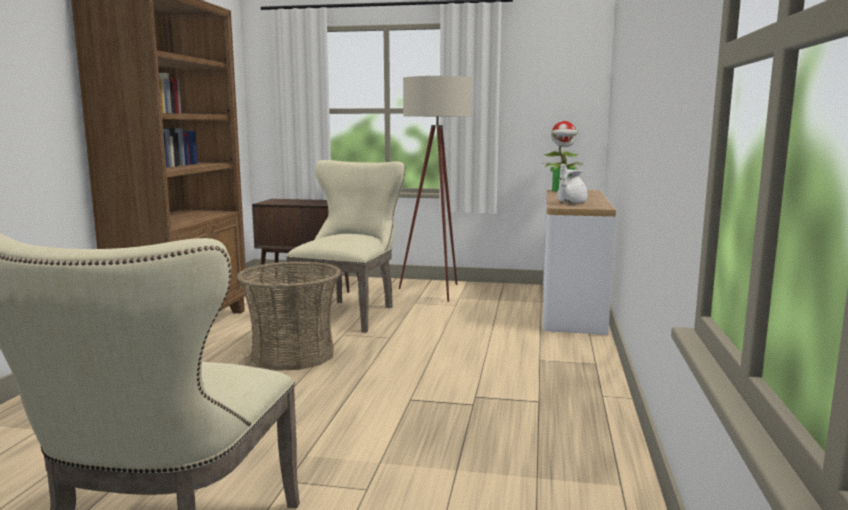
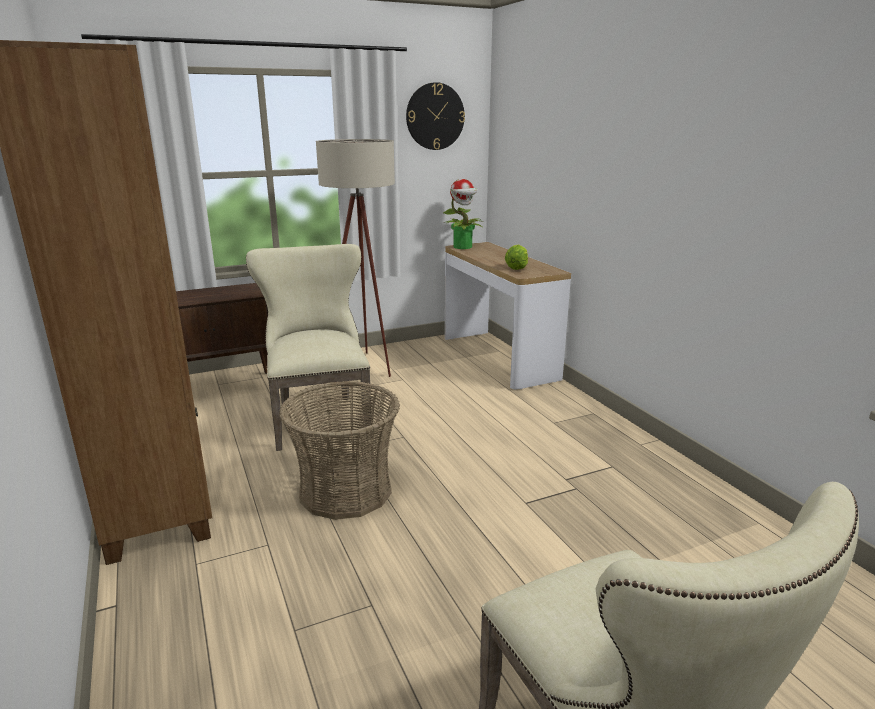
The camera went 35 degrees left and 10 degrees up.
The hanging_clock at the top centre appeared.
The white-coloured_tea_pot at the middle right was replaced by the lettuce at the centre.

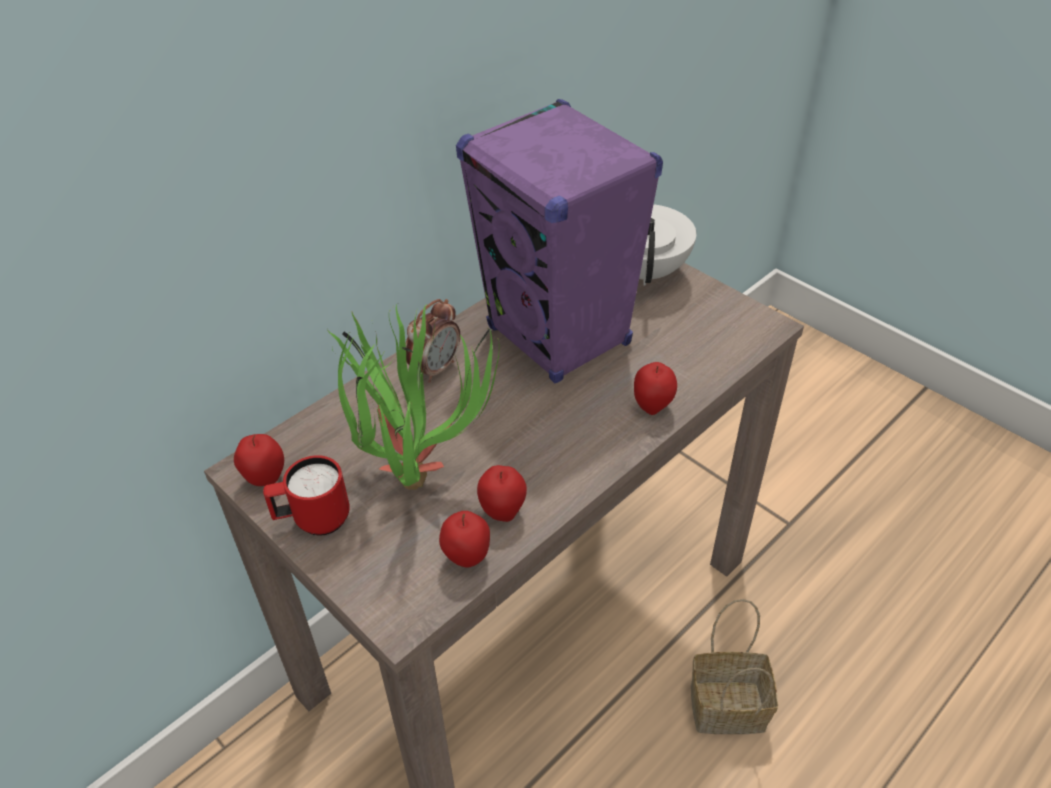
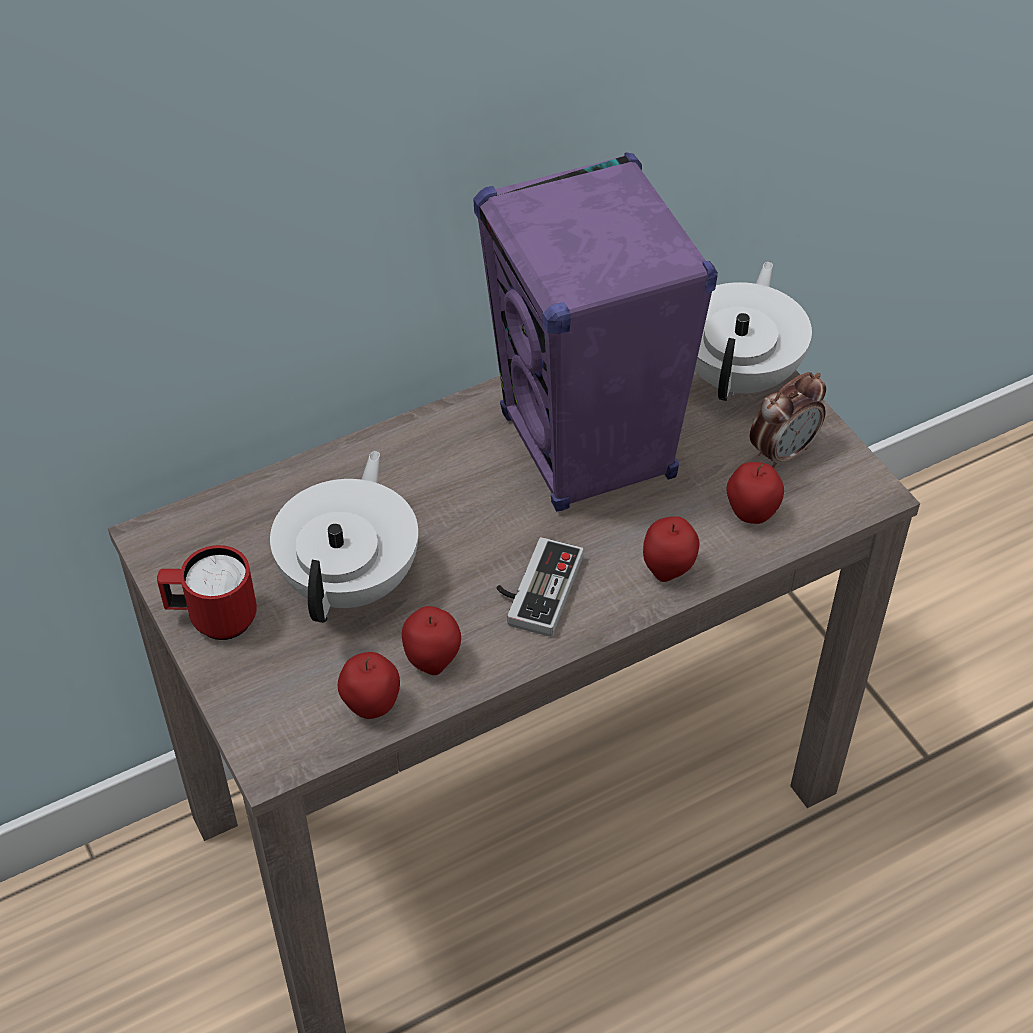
The camera went 15 degrees right and 5 degrees up.
The houseplant at the centre was replaced by the white-coloured_tea_pot (no. 1 from left) at the middle left.
The gamepad at the centre appeared.
The apple_fruit (no. 1 from left in the first image) moved from the middle left to the middle right.
The alarm_clock moved from the centre to the middle right.
The storage_basket at the bottom right disappeared.

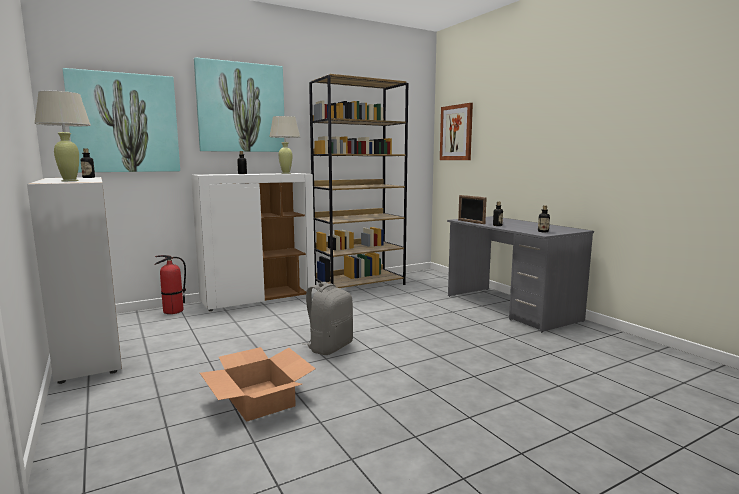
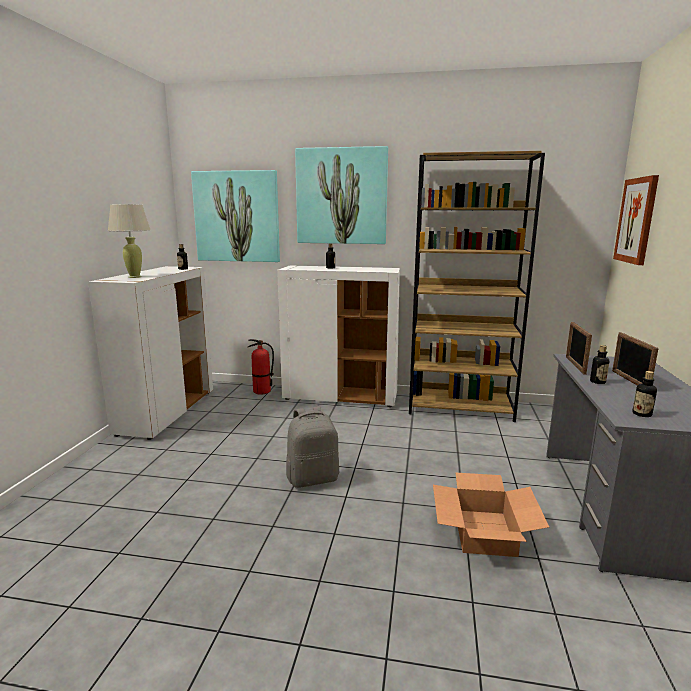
The camera went 40 degrees right and 5 degrees up.
The carton moved from the bottom centre to the bottom right.
The picture_frame (no. 2 from left) at the middle right appeared.
The sand-coloured_tabletop_lamp (no. 2 from left) at the top centre disappeared.

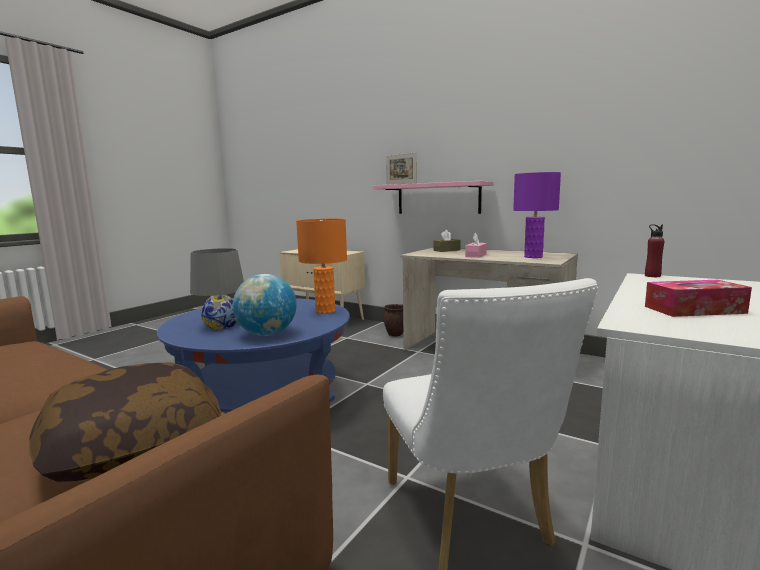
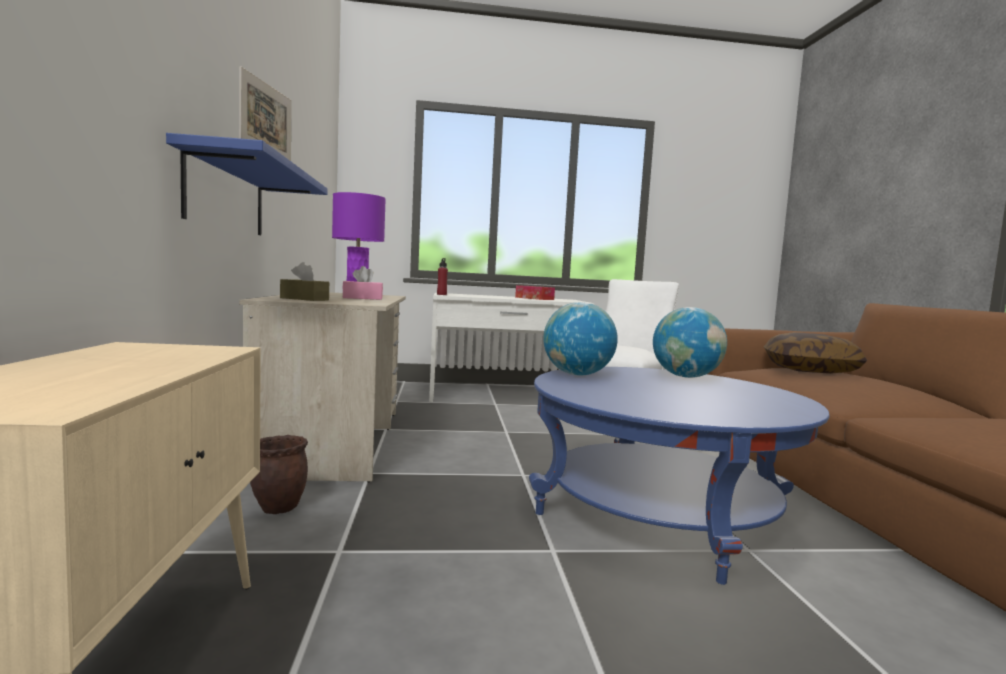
The camera went 130 degrees left and 5 degrees down.
The pink-coloured_bracket_shelf at the centre became the bluish_bracket_shelf at the top left.
The orange-coloured_tabletop_lamp at the centre was replaced by the globe (no. 1 from left) at the centre.
The grey_tabletop_lamp at the middle left disappeared.

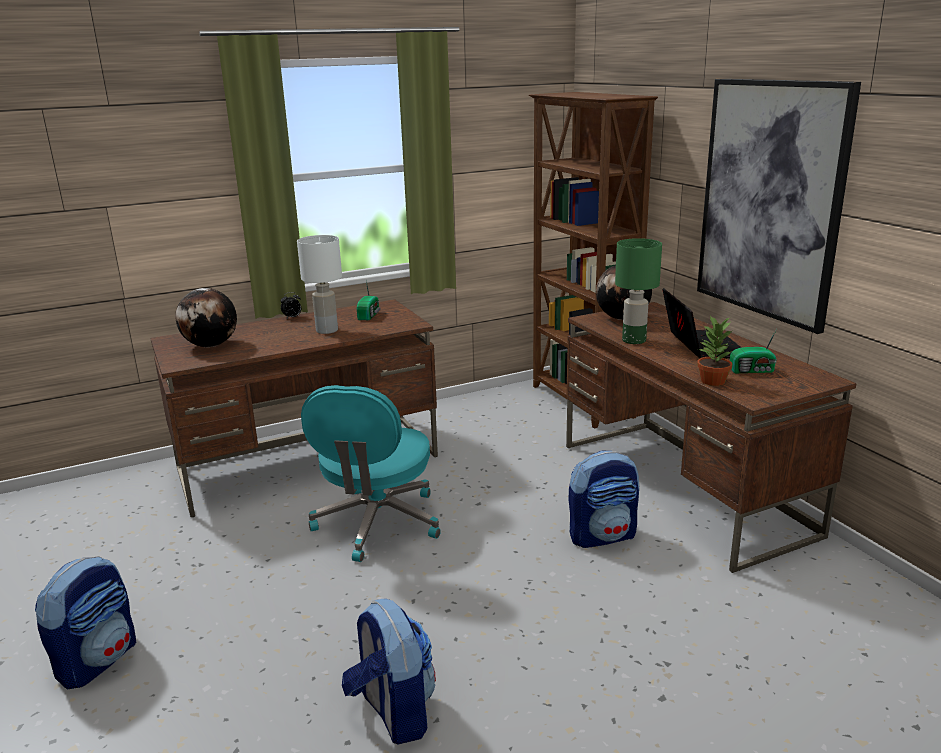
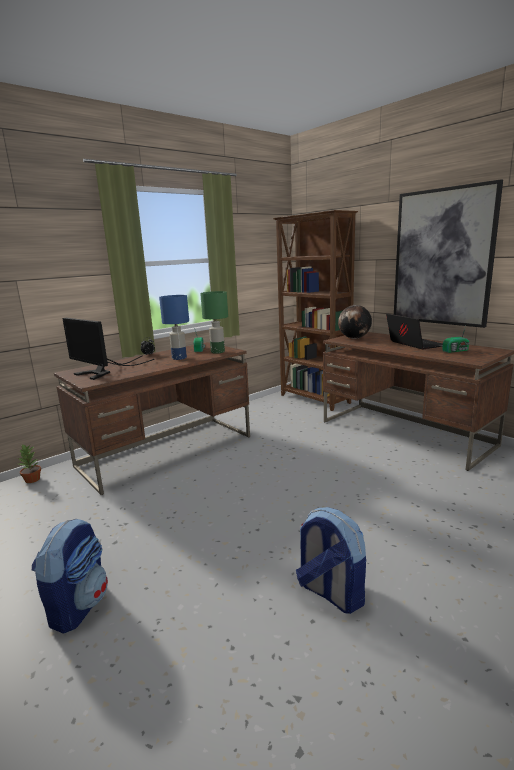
The camera went 15 degrees left and 5 degrees down.
The houseplant moved from the middle right to the middle left.
The globe (no. 1 from left) at the middle left was replaced by the computer_screen at the middle left.
The white-coloured_tabletop_lamp at the centre became the bluish_tabletop_lamp at the centre.
The green-coloured_tabletop_lamp moved from the middle right to the centre.
The turquoise_computer_chair at the centre disappeared.
The knapsack (no. 3 from left) at the centre disappeared.

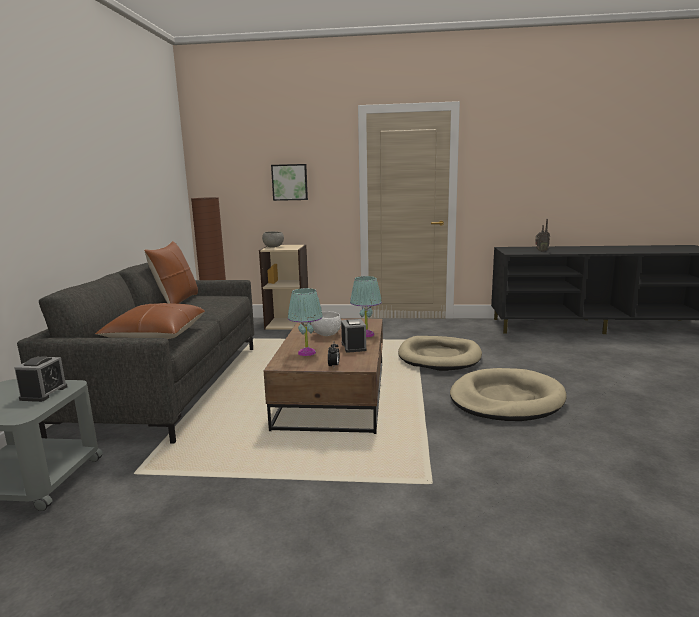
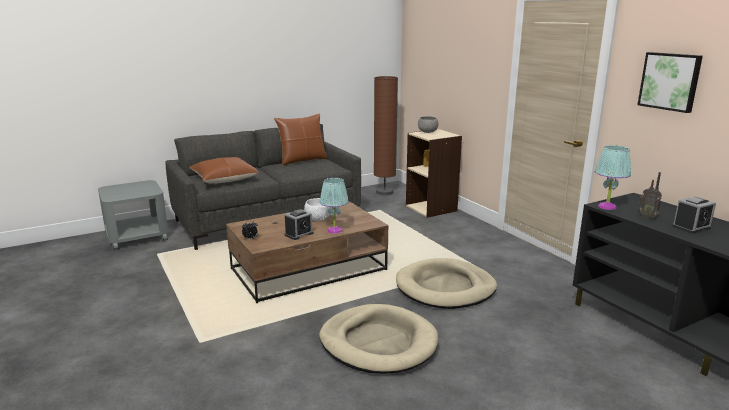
The camera went 55 degrees right and 5 degrees up.
The turquoise_tabletop_lamp (no. 1 from left in the first image) moved from the centre to the middle right.
The wall_art moved from the top centre to the top right.
The alarm_clock (no. 1 from left in the first image) moved from the middle left to the middle right.

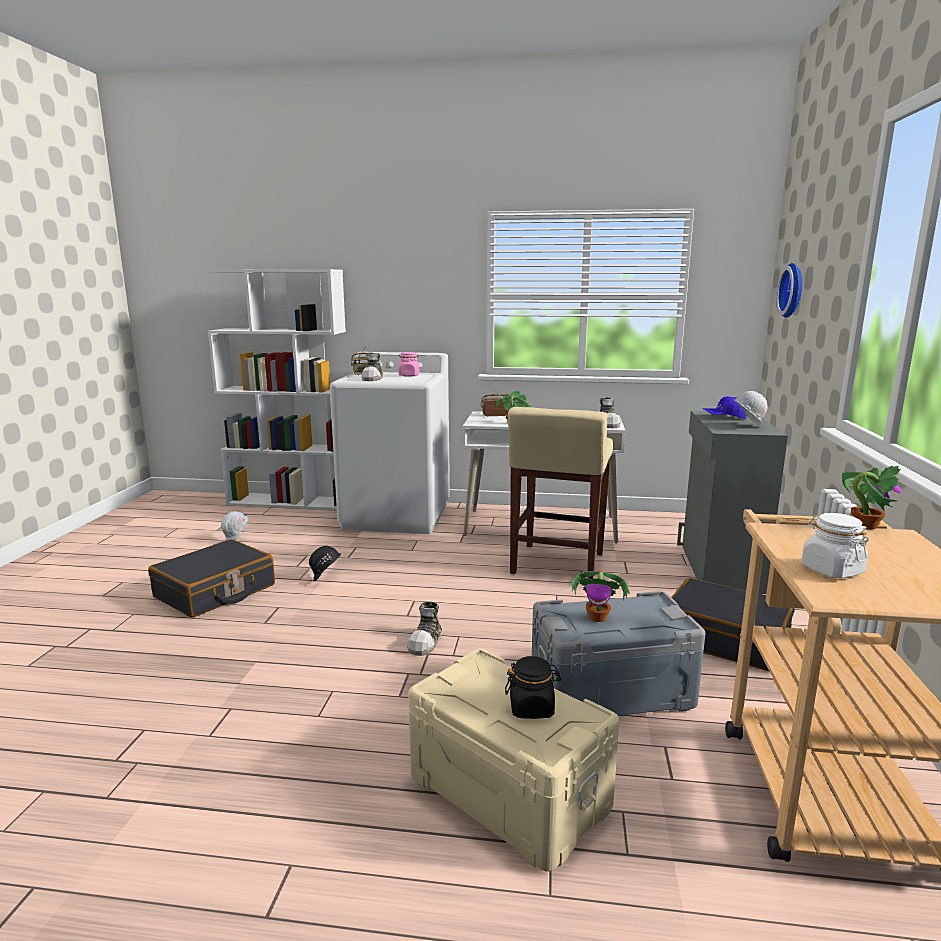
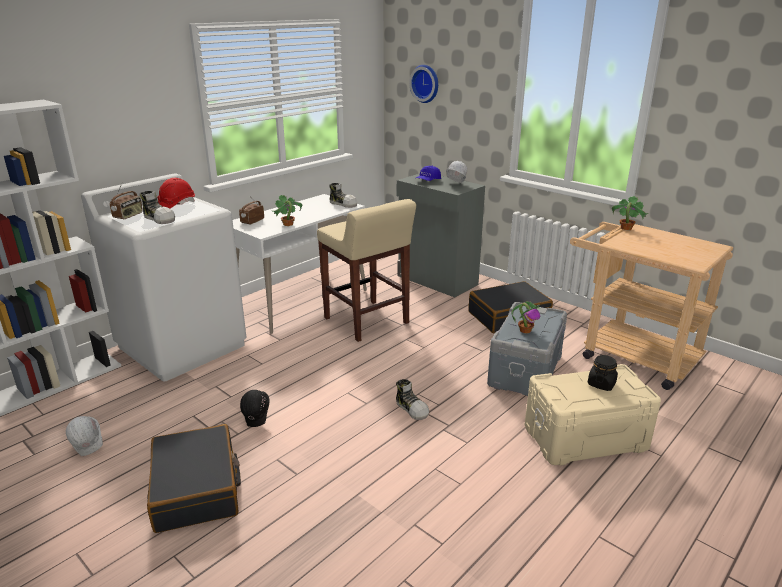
The camera went 55 degrees left and 10 degrees up.
The pink-coloured_jar at the centre was replaced by the red-coloured_safety_helmet at the top left.
The white-coloured_jar at the middle right disappeared.

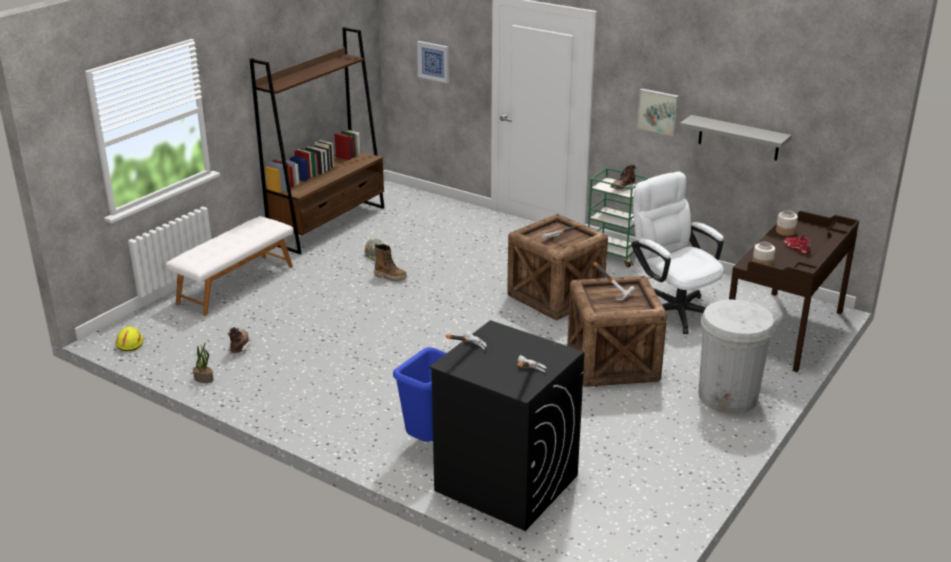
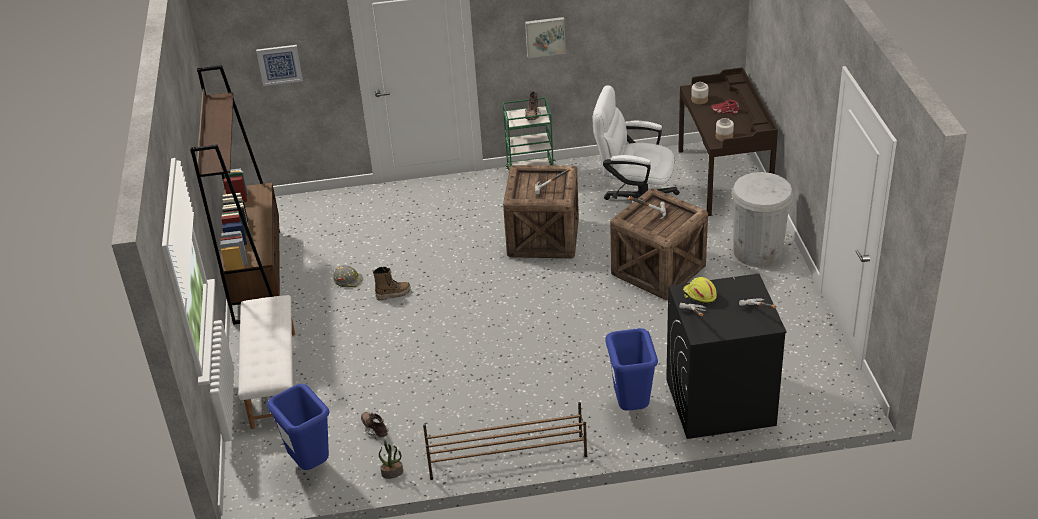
The camera went 40 degrees left and 10 degrees up.
The bluish_waste_bin (no. 1 from left) at the bottom left appeared.
The brownish_shoe_stand at the bottom centre appeared.
The yellowish_safety_helmet moved from the middle left to the middle right.
The grey_bracket_shelf at the top right disappeared.

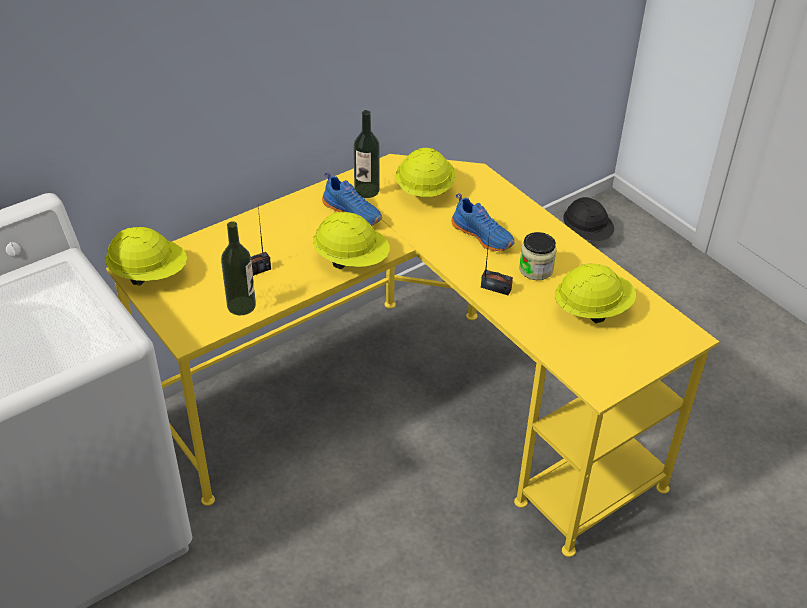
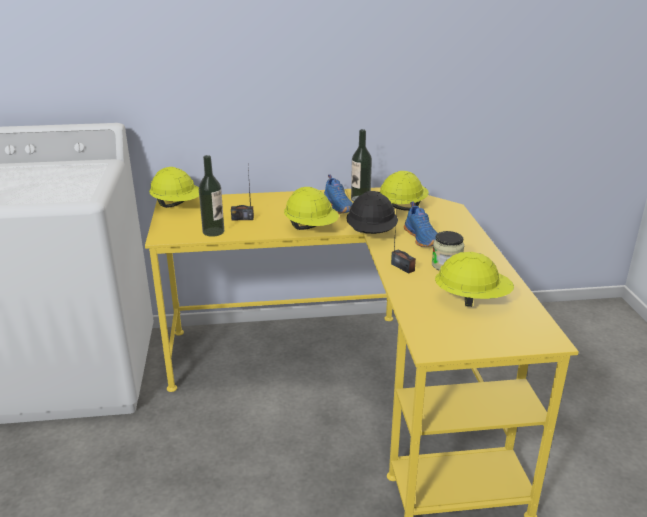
The camera went 30 degrees right and 15 degrees down.
The black_safety_helmet moved from the middle right to the centre.

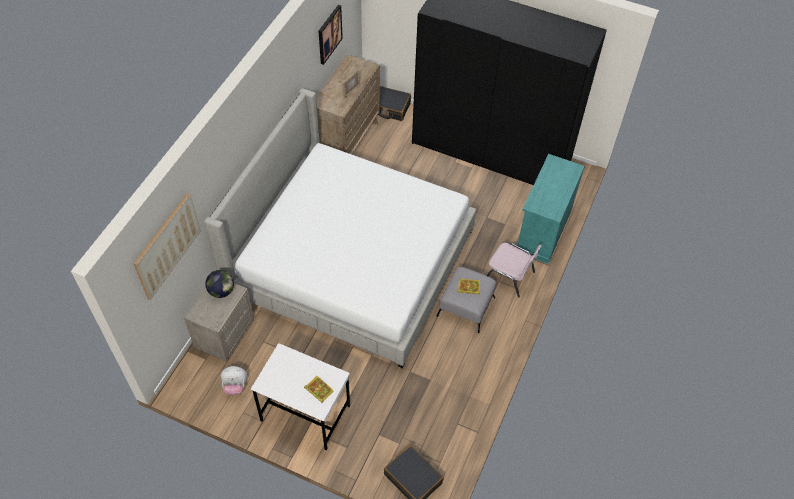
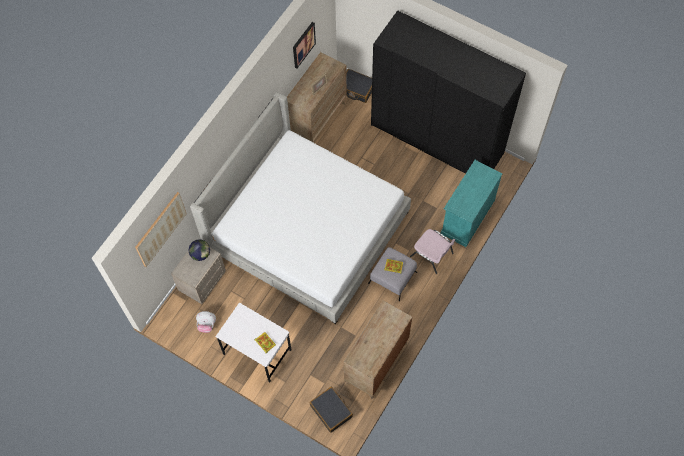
The camera went 10 degrees right and 10 degrees up.
The brownish_drawer_chest (no. 2 from left) at the bottom centre appeared.

